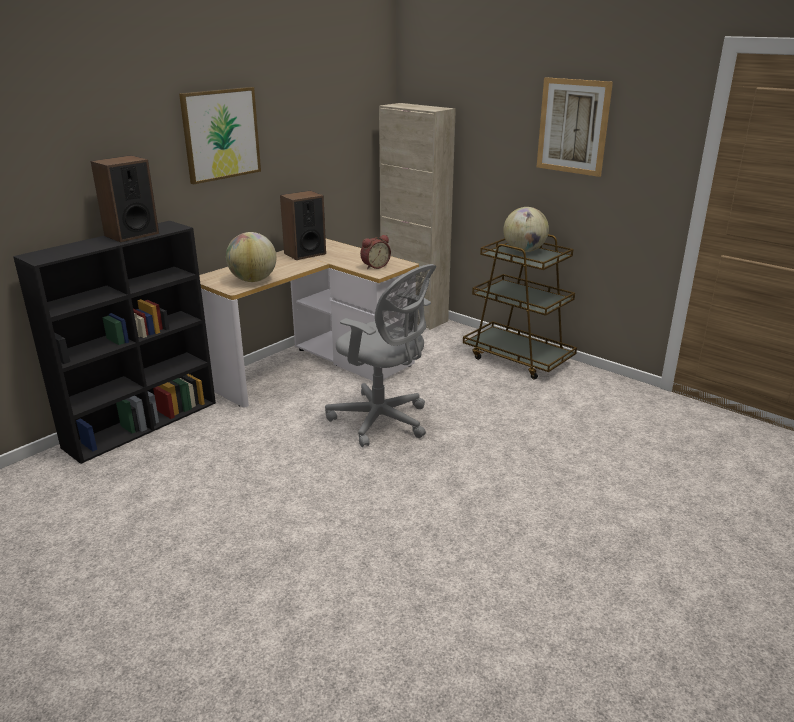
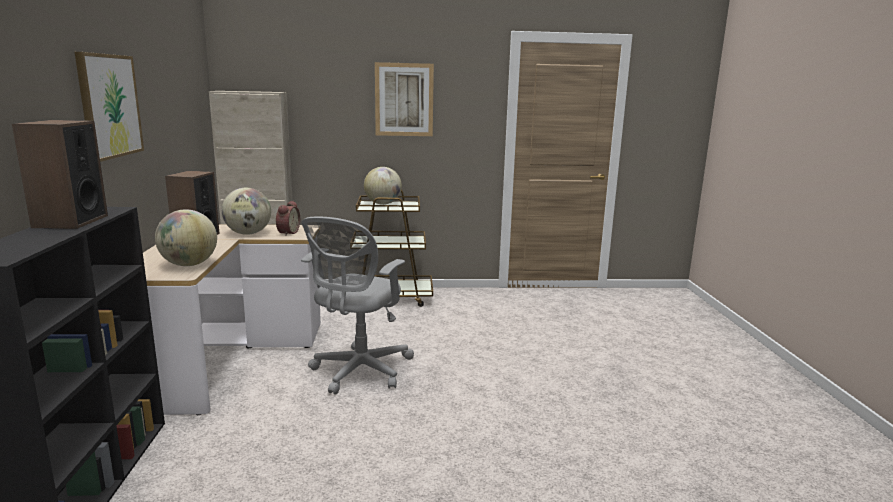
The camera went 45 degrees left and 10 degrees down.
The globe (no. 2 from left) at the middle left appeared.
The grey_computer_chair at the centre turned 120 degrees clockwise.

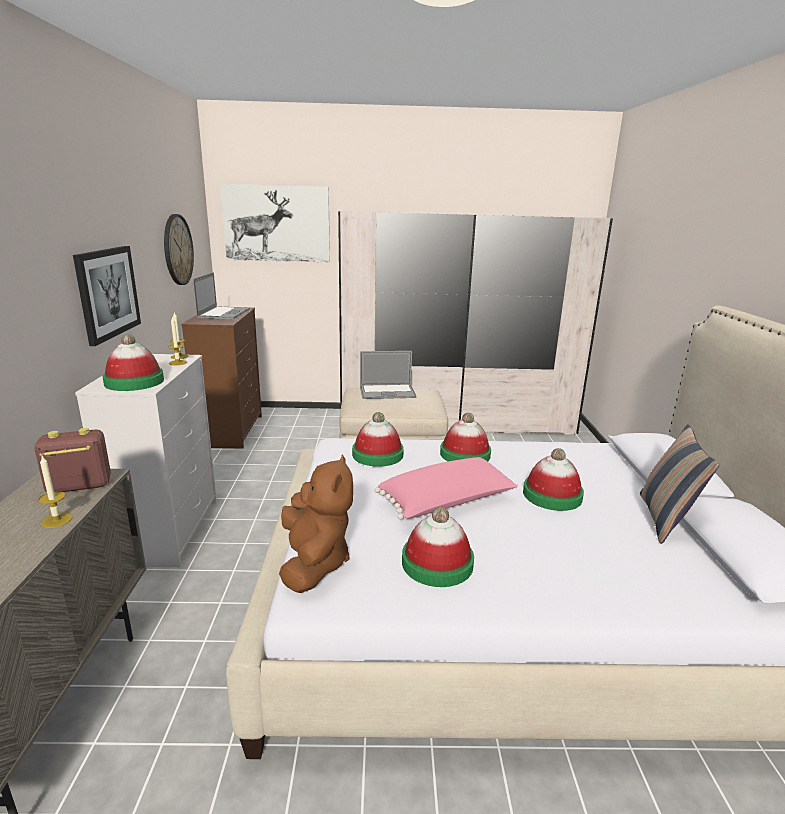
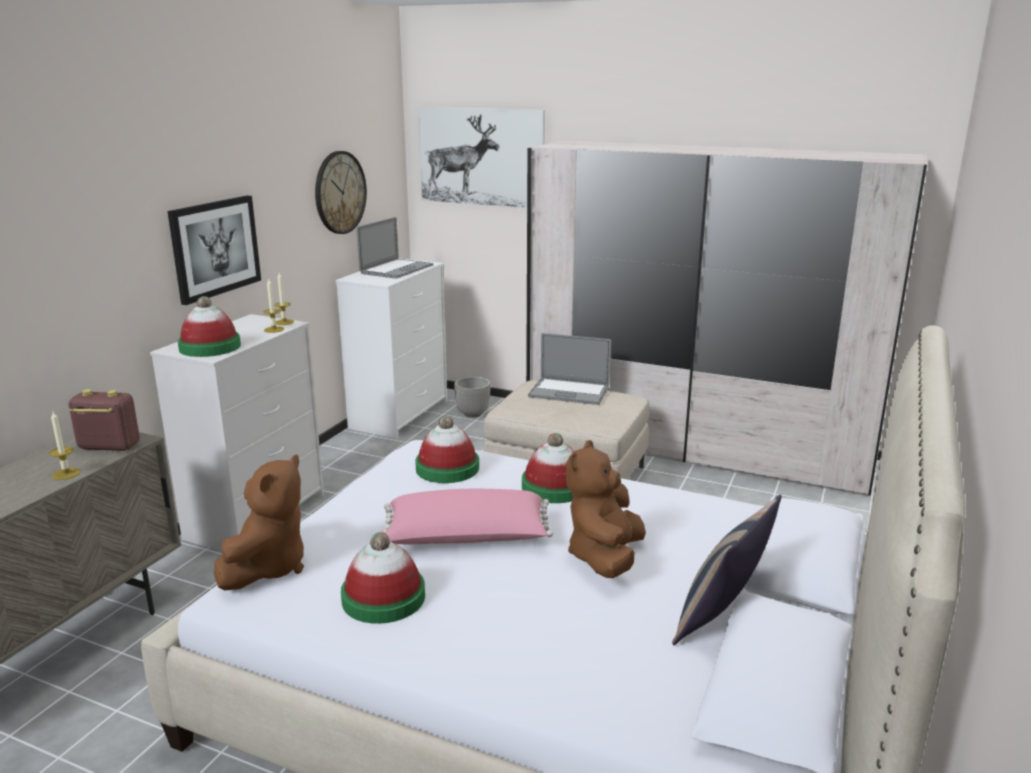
The camera went 25 degrees right and 0 degrees up.
The brownish_drawer_chest at the middle left became the white-coloured_drawer_chest (no. 2 from left) at the centre.
The flower_pot at the centre appeared.
The clothing_hat (no. 5 from left) at the middle right was replaced by the brownish_plush_toy (no. 2 from left) at the centre.

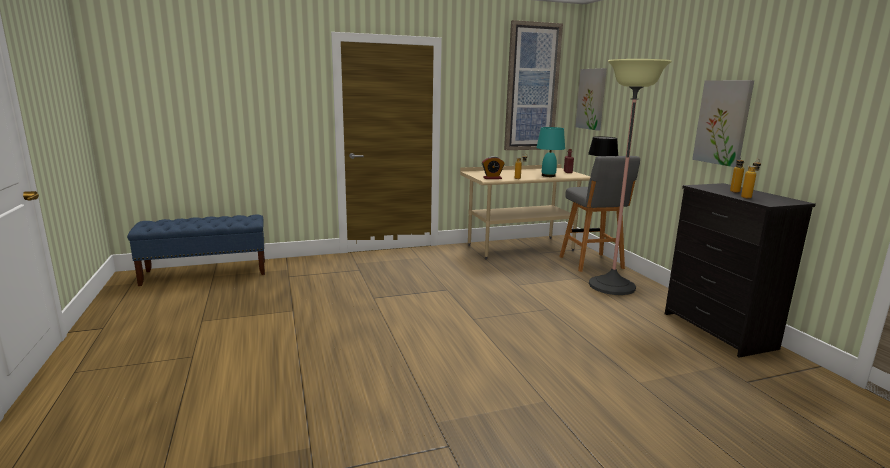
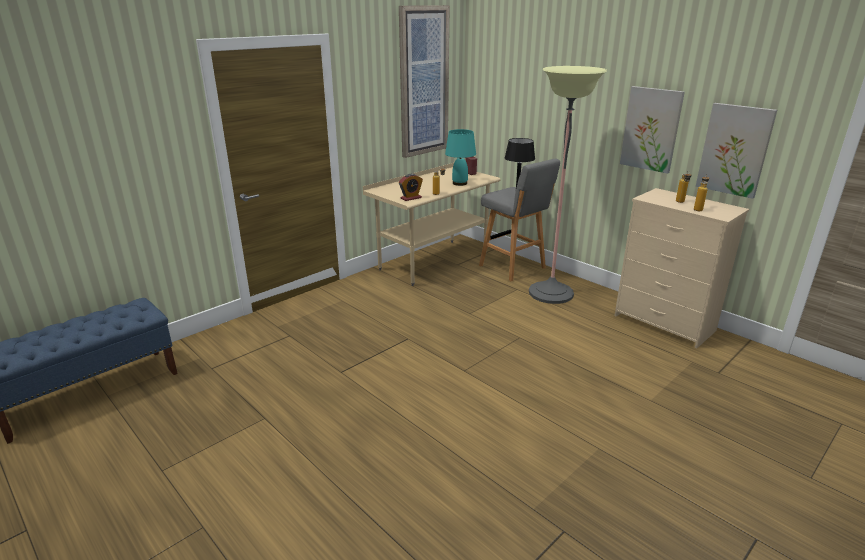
The camera went 25 degrees left and 10 degrees up.
The black_drawer_chest at the middle right became the sand-coloured_drawer_chest at the middle right.
The wall_art (no. 2 from left in the first image) moved from the top centre to the top right.

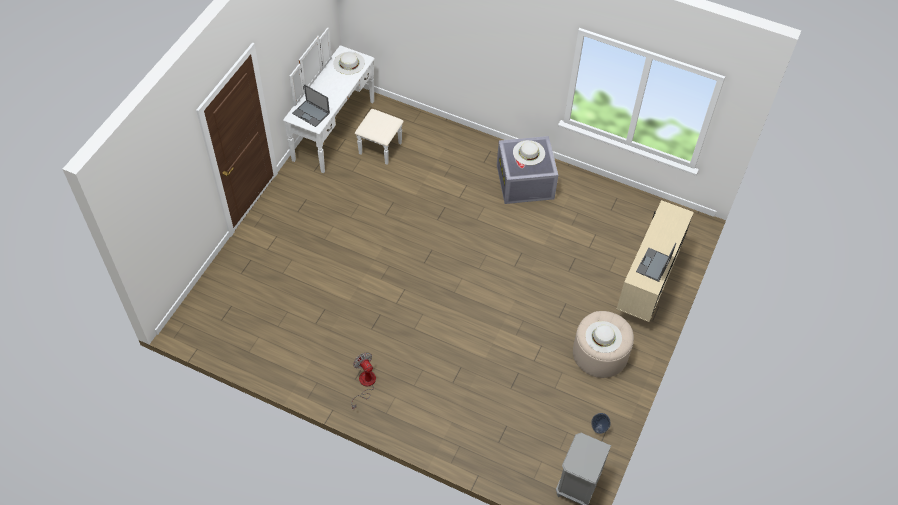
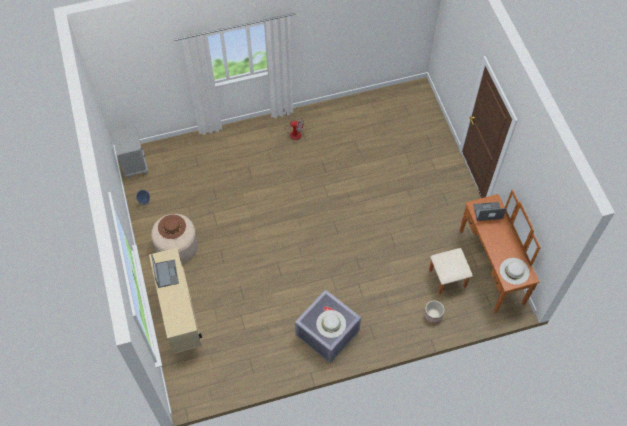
The camera went 140 degrees right and 5 degrees up.
The white-coloured_clothing_hat (no. 3 from left) at the bottom right became the brownish_clothing_hat at the middle left.
The flower_pot at the bottom right appeared.
The white-coloured_drawer_chest at the top centre became the brownish_drawer_chest at the middle right.

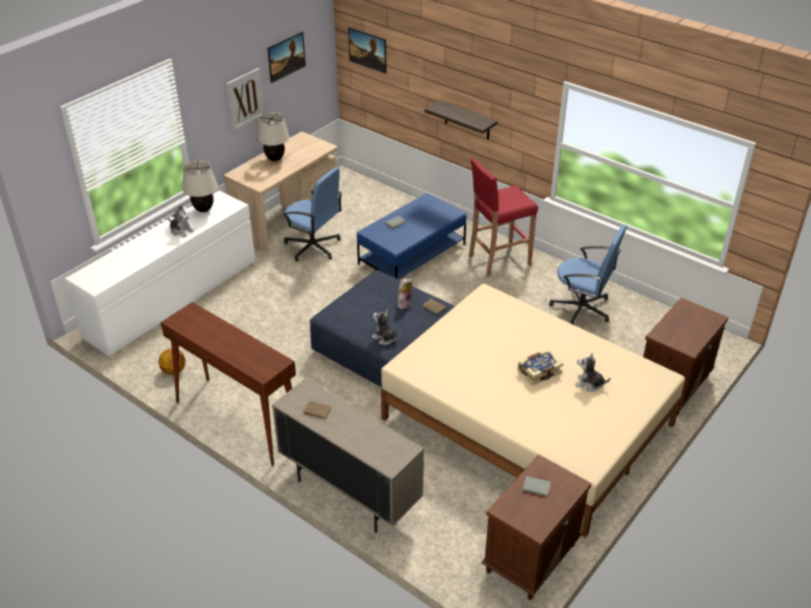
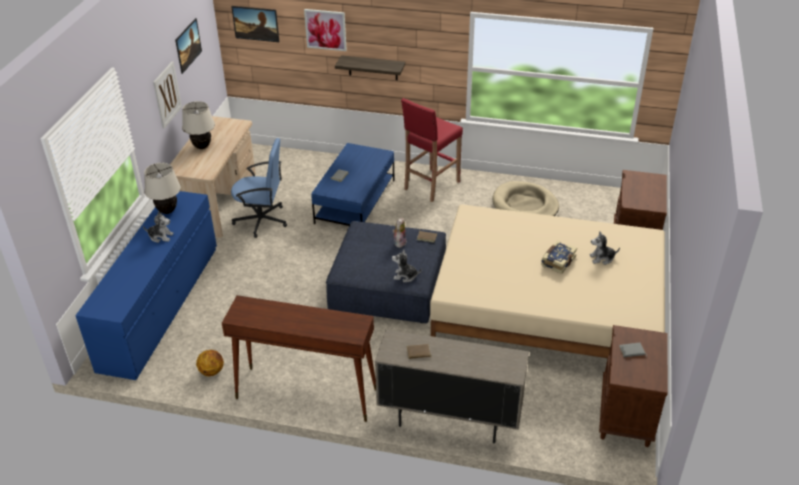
The camera went 25 degrees left and 0 degrees up.
The white-coloured_drawer_chest at the middle left became the bluish_drawer_chest at the middle left.
The wall_art (no. 4 from left) at the top centre appeared.
The bluish_computer_chair (no. 2 from left) at the middle right was replaced by the sand-coloured_dog_bed at the centre.

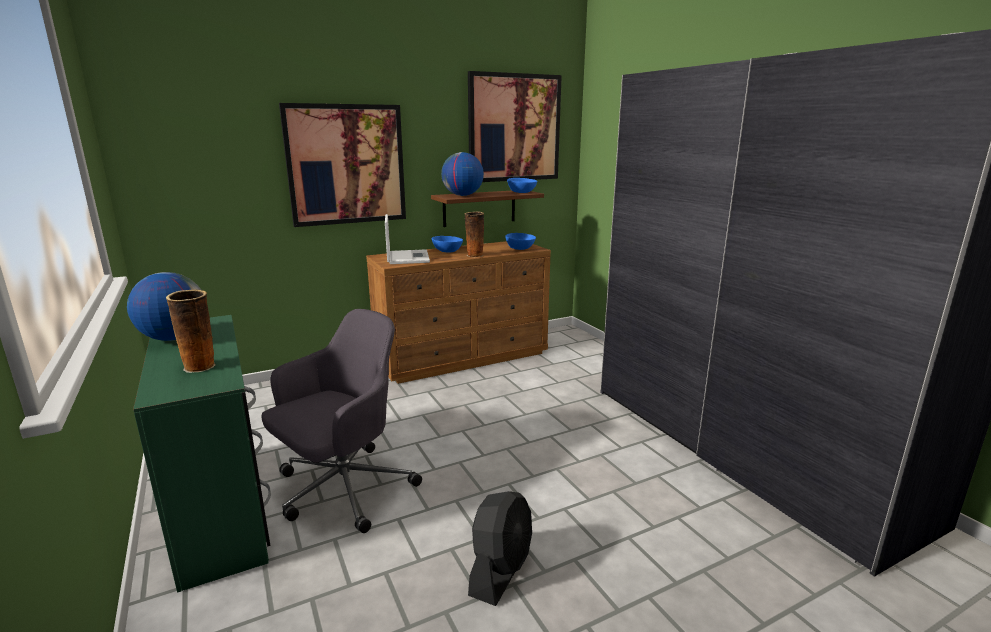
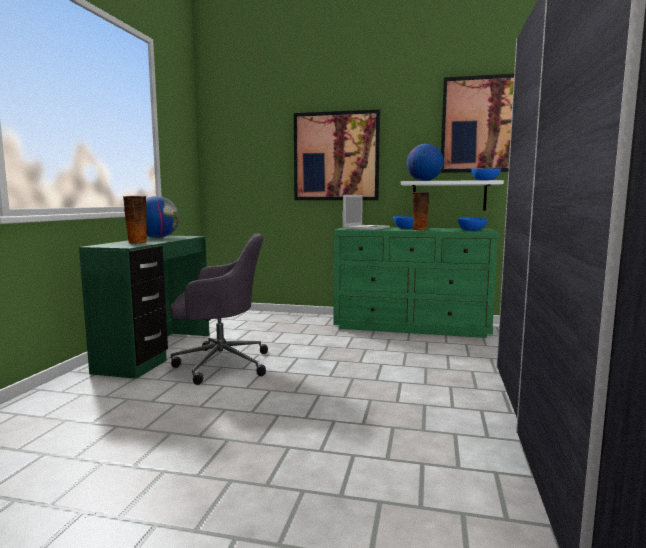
The camera went 40 degrees right and 10 degrees down.
The brownish_drawer_chest at the centre became the green-coloured_drawer_chest at the centre.
The brownish_bracket_shelf at the top centre became the white-coloured_bracket_shelf at the middle right.
The black_electric_fan at the bottom centre disappeared.

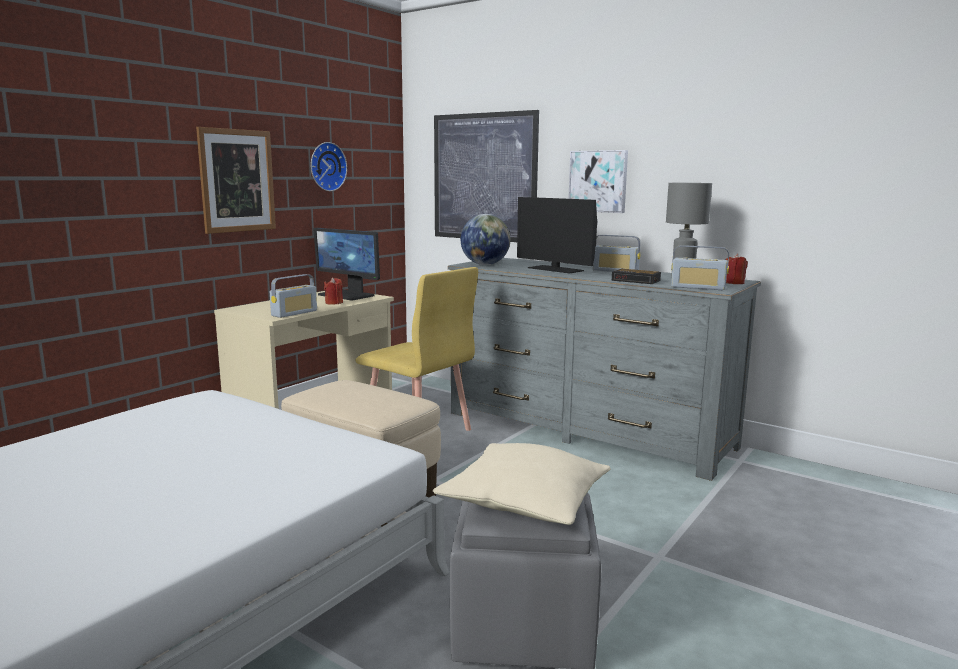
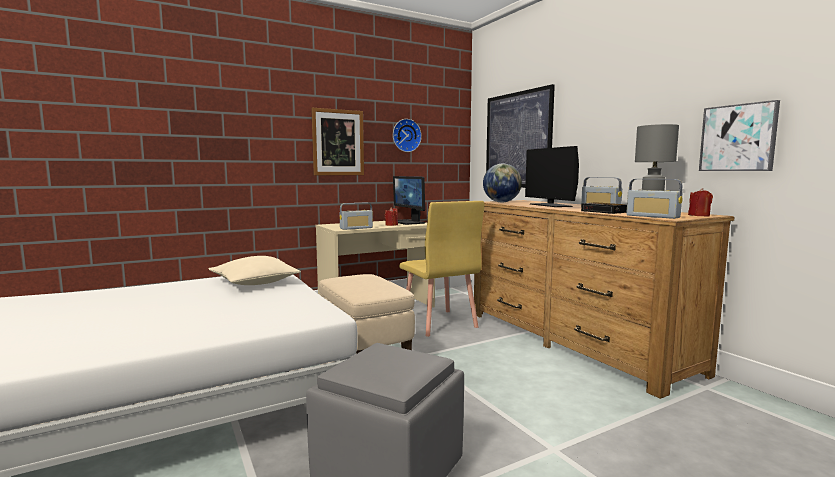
The camera went 25 degrees right and 5 degrees down.
The sand-coloured_throw_pillow moved from the bottom centre to the middle left.
The grey_drawer_chest at the centre became the brownish_drawer_chest at the middle right.
The wall_art (no. 3 from left) moved from the top centre to the top right.

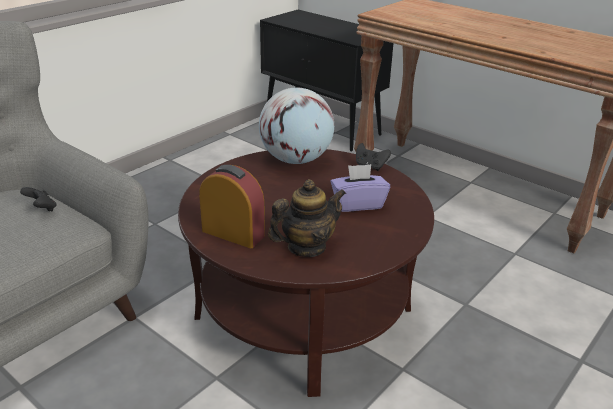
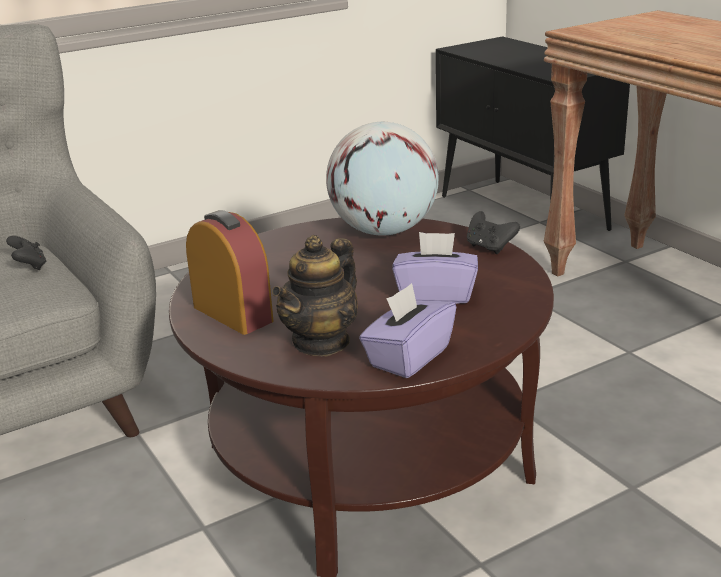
The camera went 20 degrees right and 5 degrees down.
The tea_pot at the centre turned 135 degrees clockwise.
The purple-coloured_box_of_tissues (no. 1 from left) at the centre appeared.

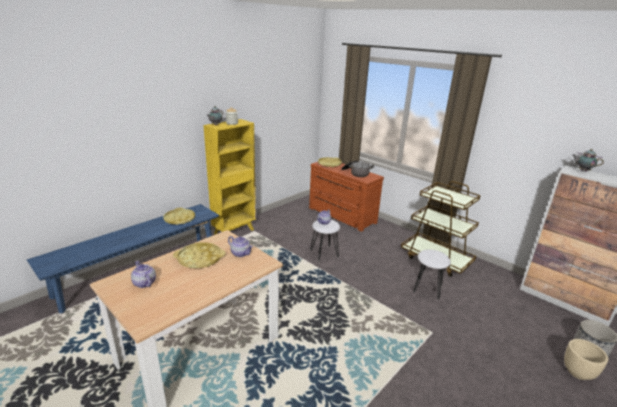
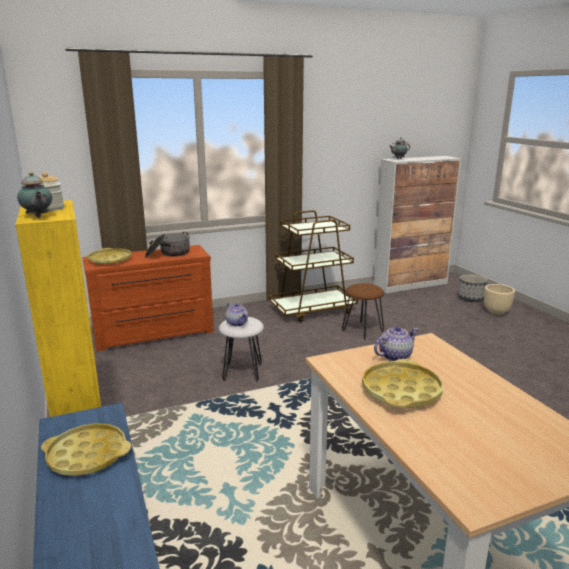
The camera went 65 degrees left and 5 degrees down.
The white-coloured_sitting_stool (no. 2 from left) at the bottom right became the brownish_sitting_stool at the centre.
The tea_pot (no. 1 from left) at the bottom left disappeared.

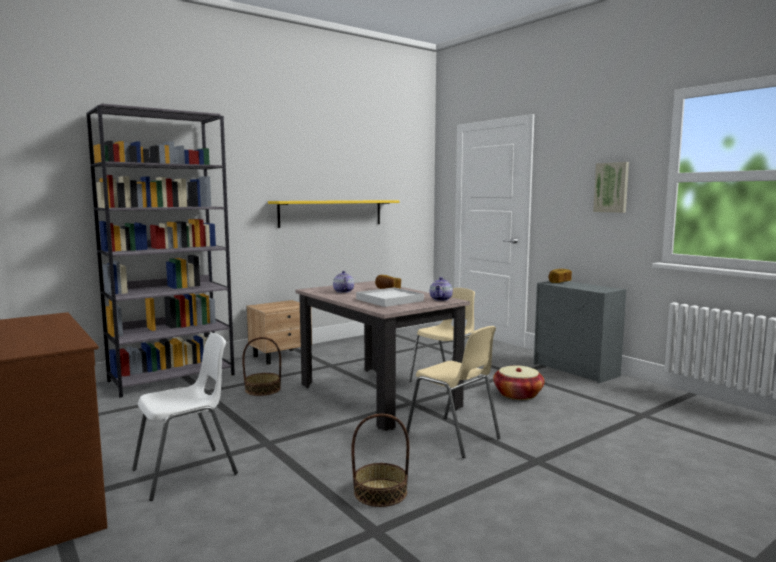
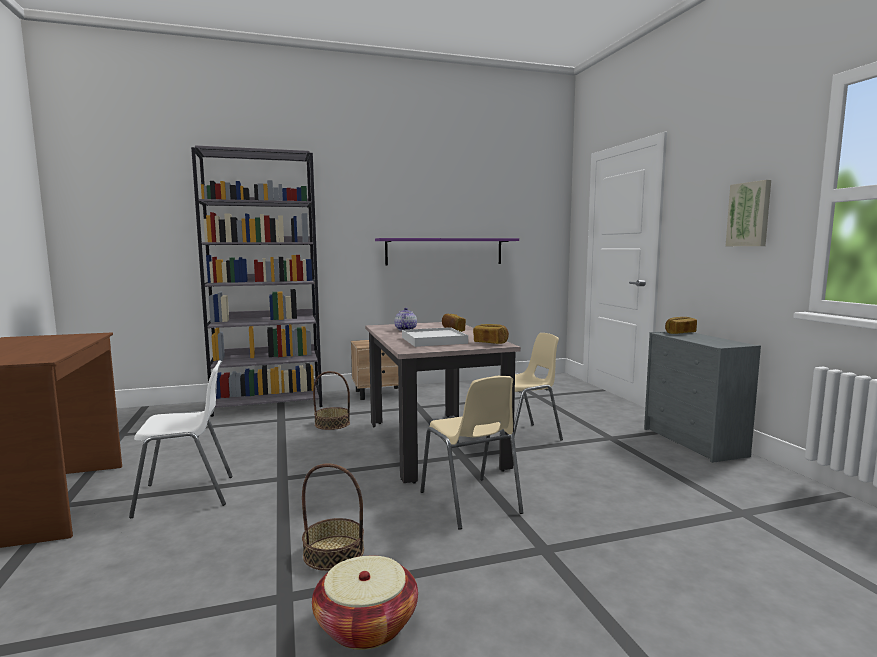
The camera went 20 degrees right and 0 degrees up.
The storage_basket (no. 3 from left) moved from the bottom right to the bottom centre.
The yellowish_bracket_shelf at the centre became the purple-coloured_bracket_shelf at the centre.
The tea_pot (no. 2 from left) at the centre was replaced by the bakery_bread (no. 2 from left) at the centre.

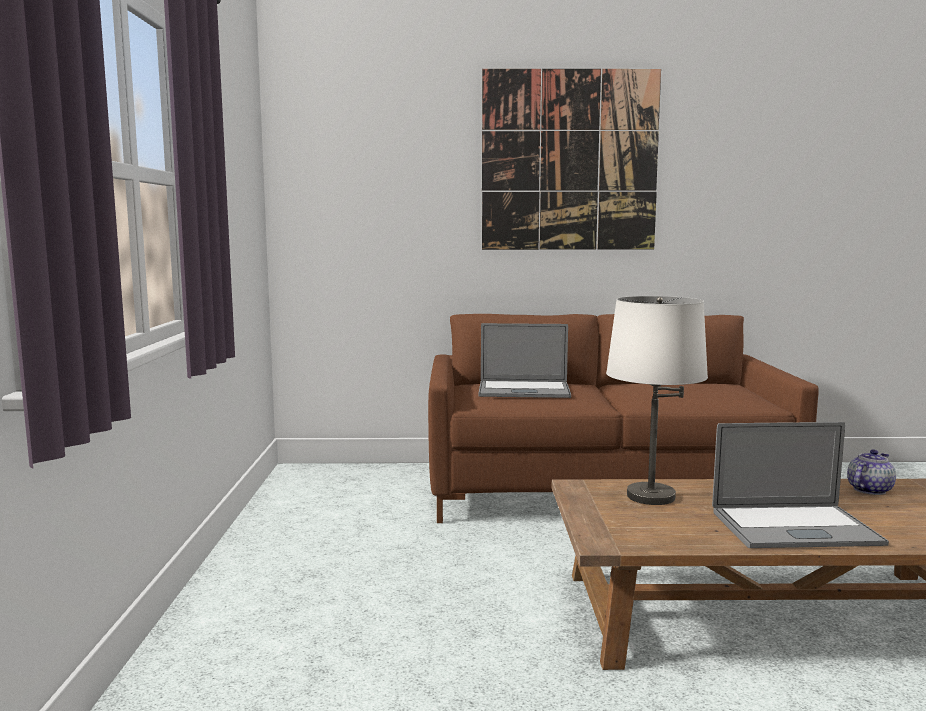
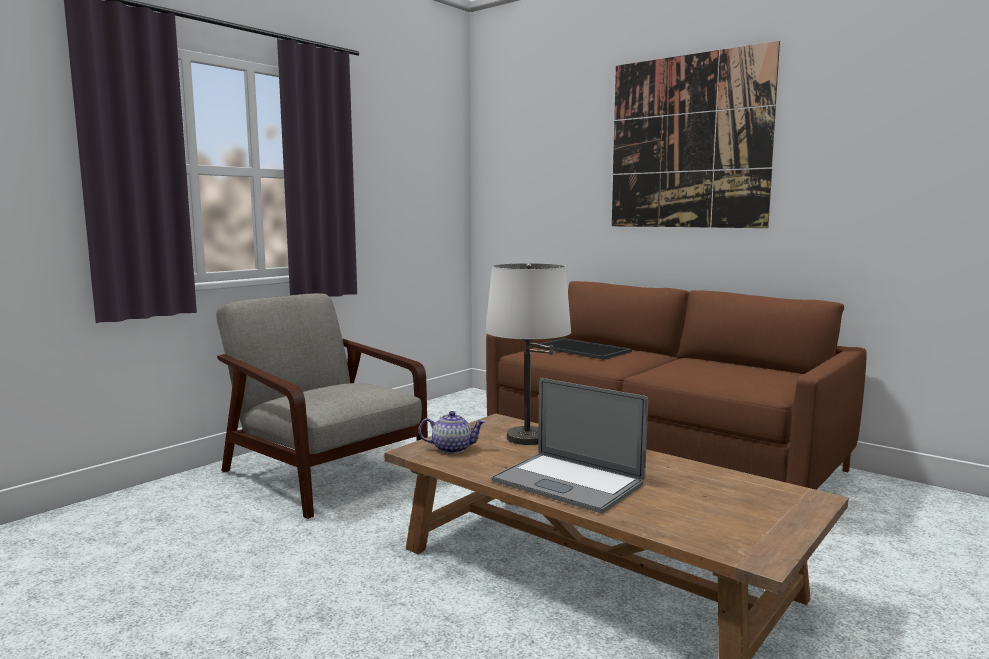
The camera went 40 degrees right and 0 degrees up.
The grey_easy_chair at the middle left appeared.
The tea_pot moved from the middle right to the centre.
The notebook_computer (no. 1 from left) at the centre was replaced by the tray at the centre.

